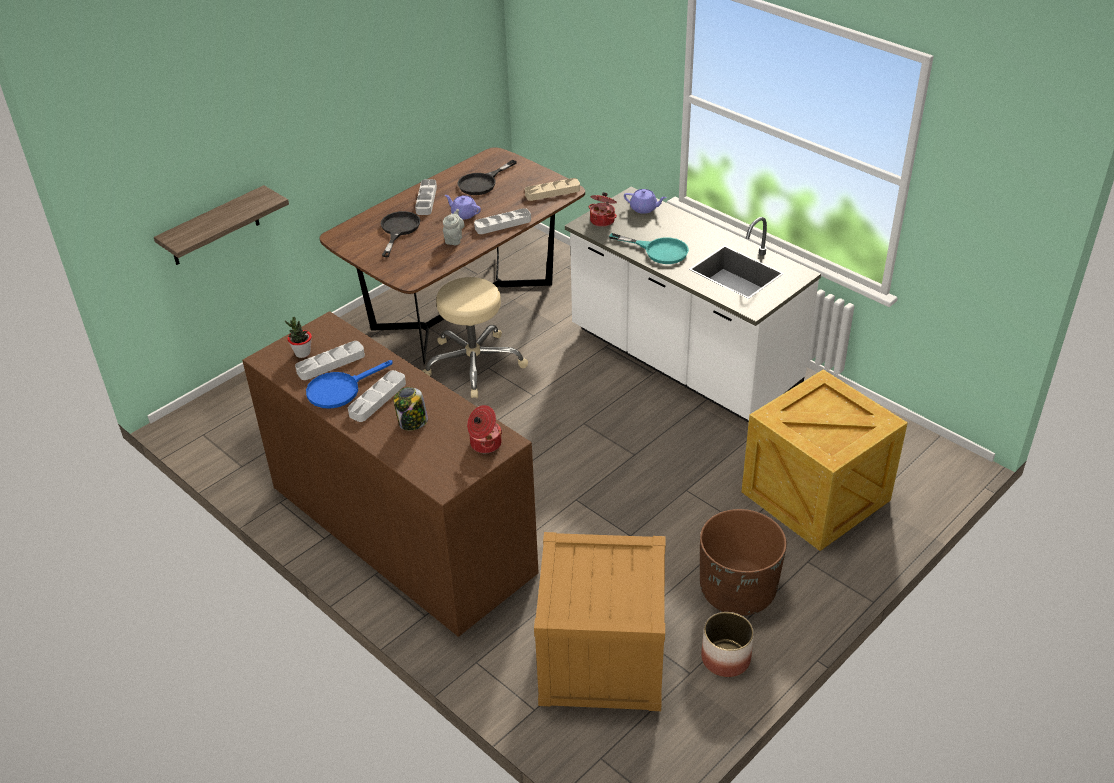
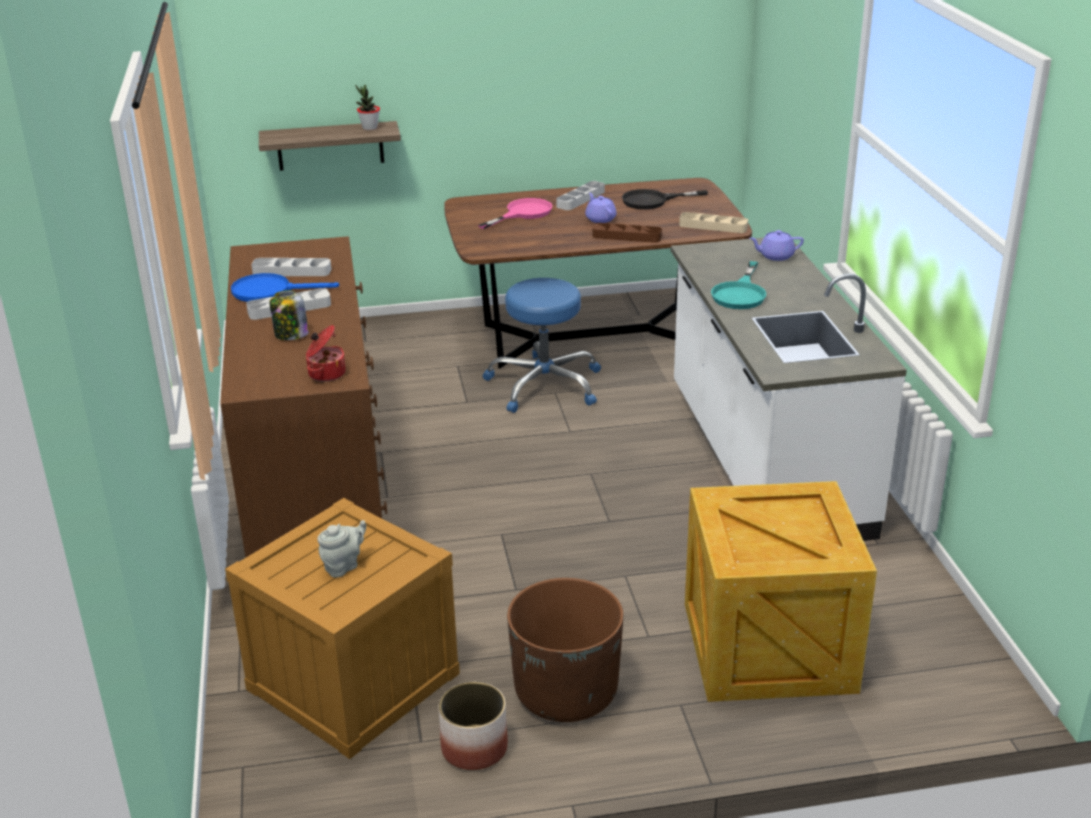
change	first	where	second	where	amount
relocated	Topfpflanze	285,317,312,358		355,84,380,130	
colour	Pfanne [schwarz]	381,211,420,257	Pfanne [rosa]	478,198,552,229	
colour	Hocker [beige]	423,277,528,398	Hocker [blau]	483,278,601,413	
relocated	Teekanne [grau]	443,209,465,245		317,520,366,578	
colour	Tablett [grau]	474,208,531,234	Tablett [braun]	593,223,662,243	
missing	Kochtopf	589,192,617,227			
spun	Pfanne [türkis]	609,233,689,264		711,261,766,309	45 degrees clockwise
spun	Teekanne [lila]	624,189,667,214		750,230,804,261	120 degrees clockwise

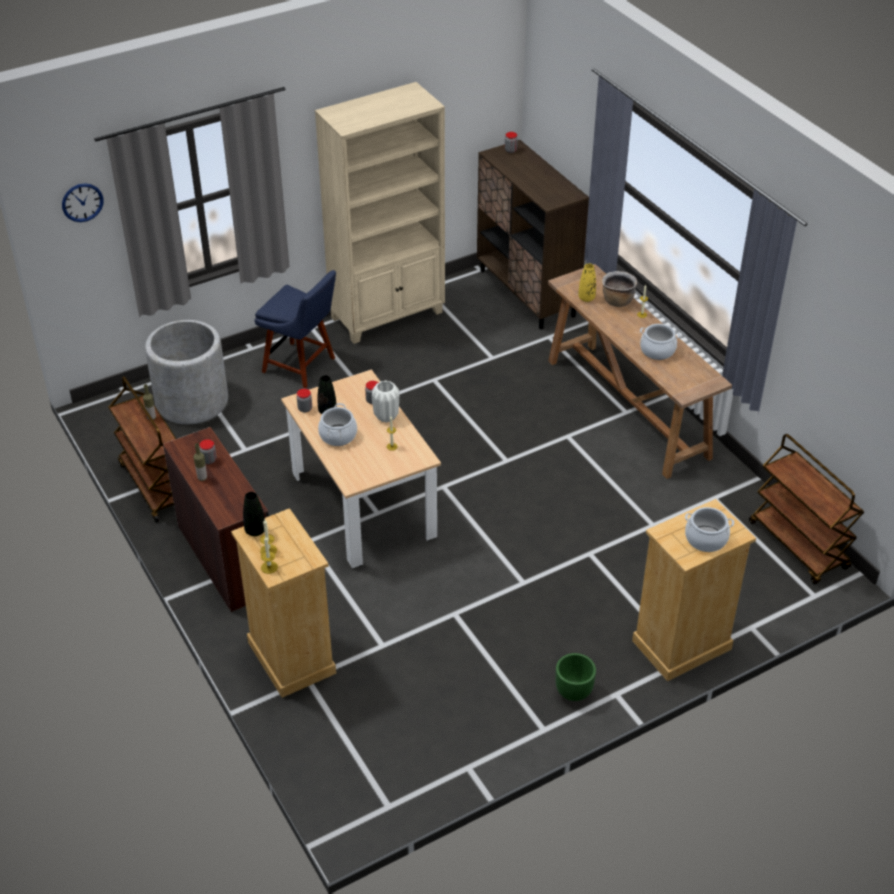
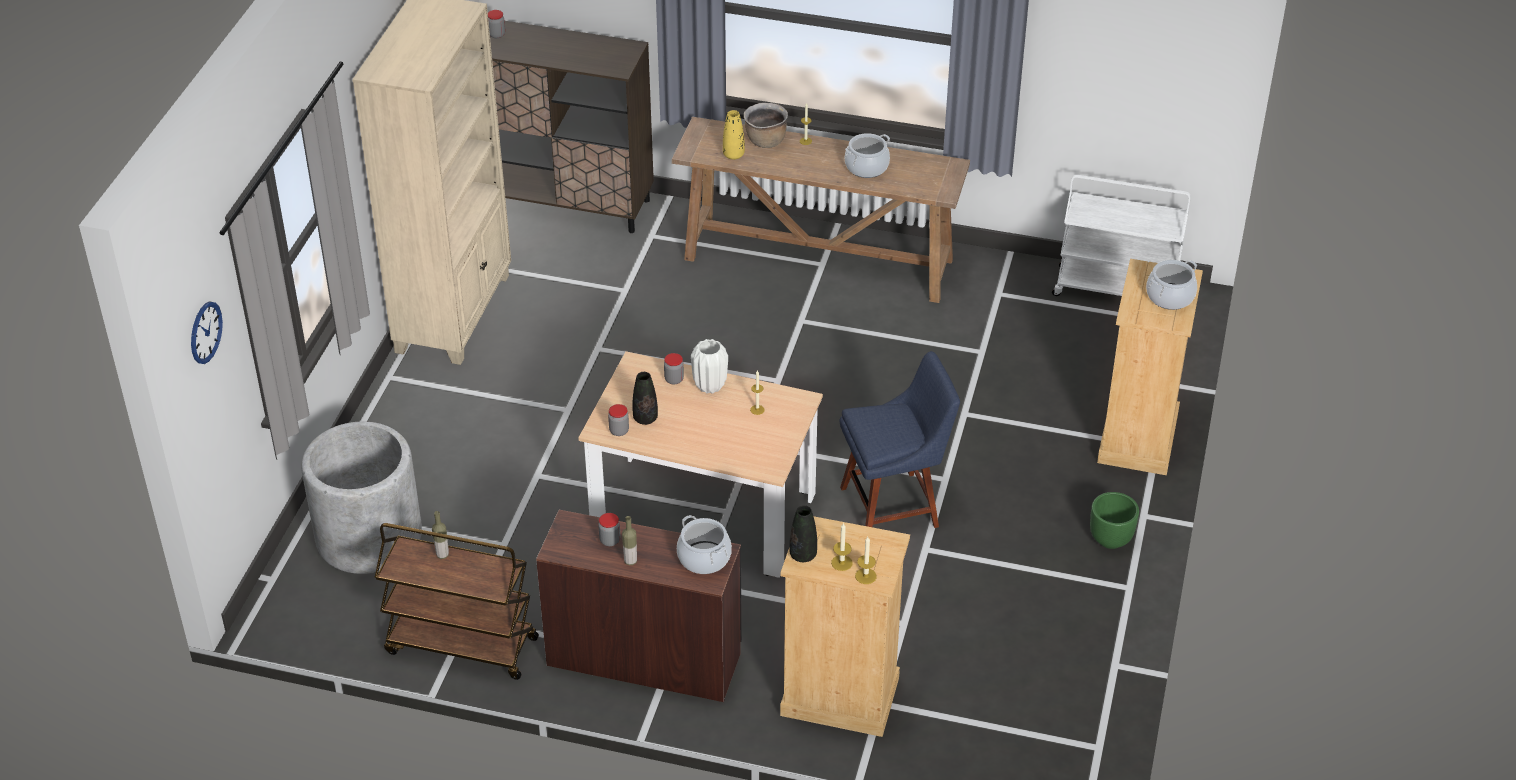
change	first	where	second	where	amount
relocated	Stuhl [blau]	255,270,336,388		840,351,960,528	
relocated	Kochtopf	318,403,357,446		677,515,732,574	
colour	Rollwagen [braun]	749,434,864,584	Rollwagen [weiß]	1052,175,1191,296	

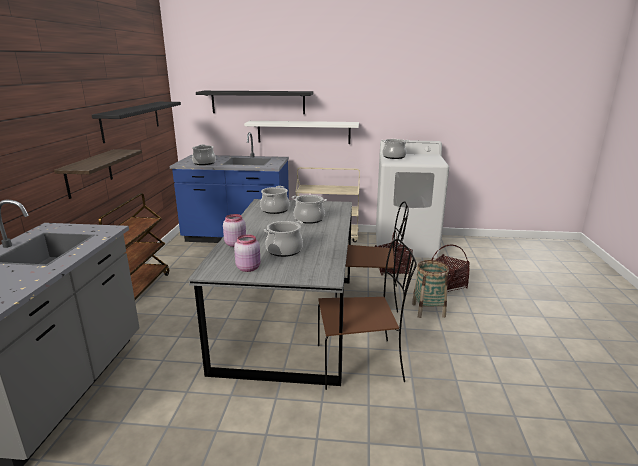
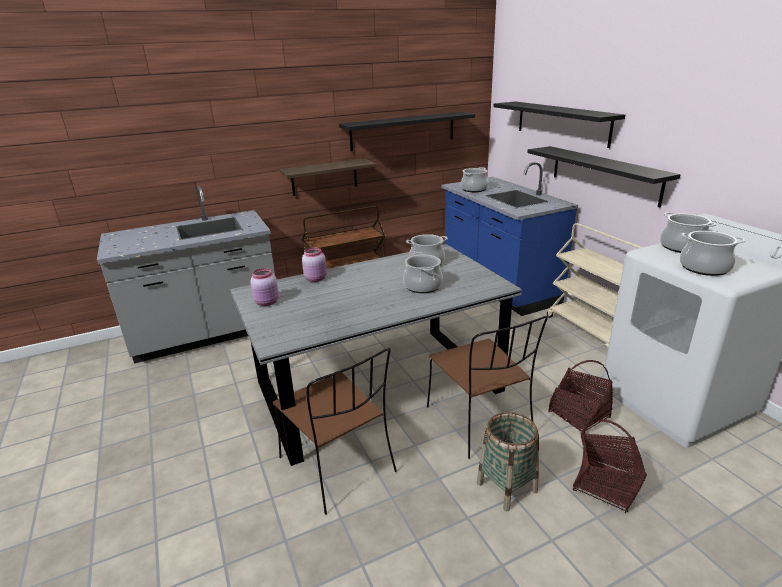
change	first	where	second	where	amount
colour	Wandregal [weiß]	244,121,359,144	Wandregal [schwarz]	527,146,680,207	
relocated	Kochtopf	264,221,303,257		680,231,746,276	

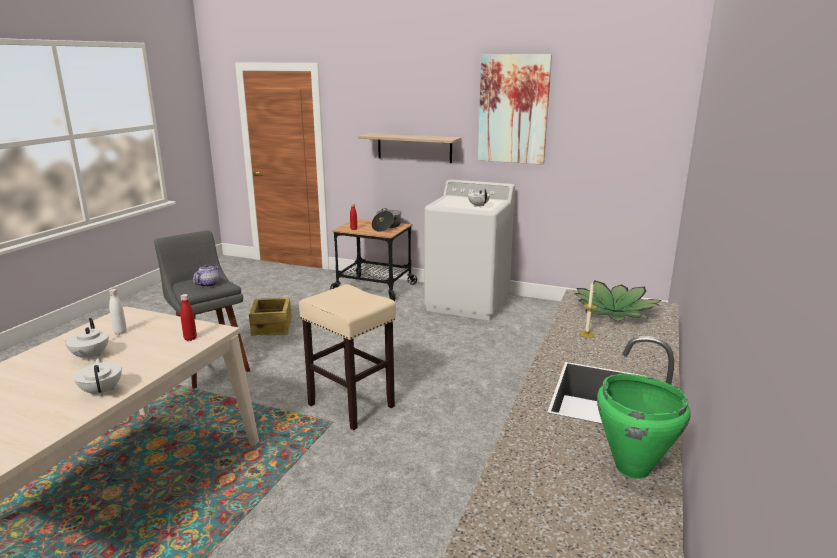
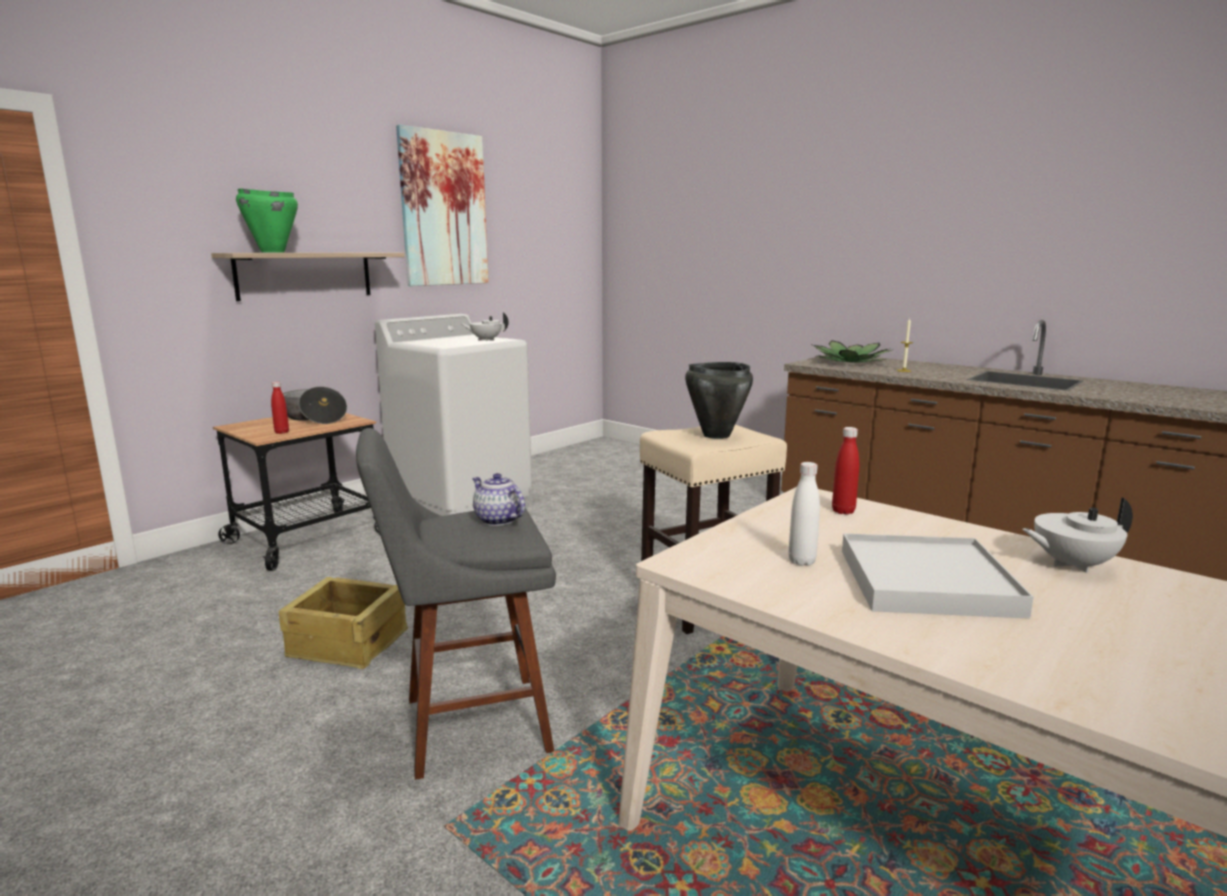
change	first	where	second	where	amount
exchanged	Teekanne [weiß]	65,318,109,361	Tablett [weiß]	842,534,1034,619	
relocated	Kochtopf [grün]	597,374,691,479		236,188,298,252	
appeared			Kochtopf [schwarz]	685,362,753,439	

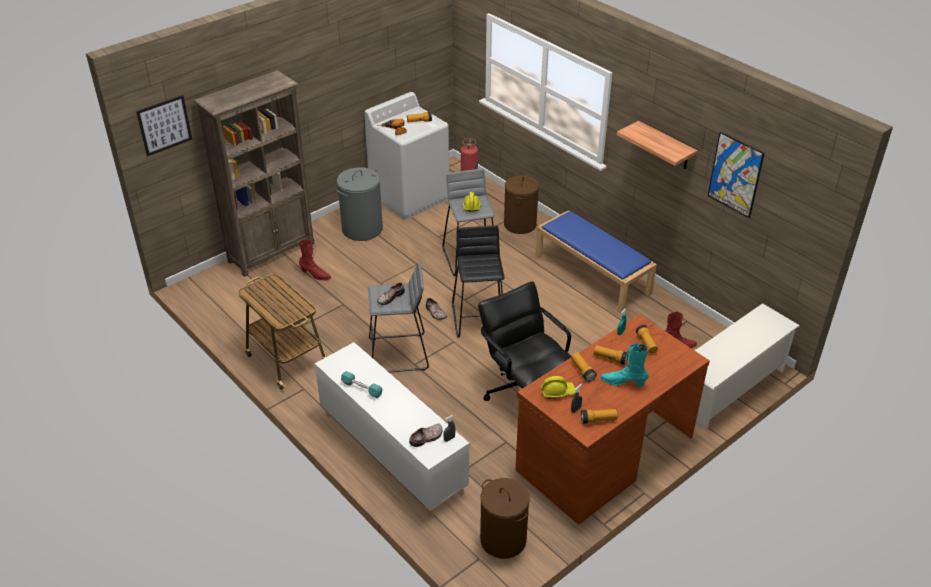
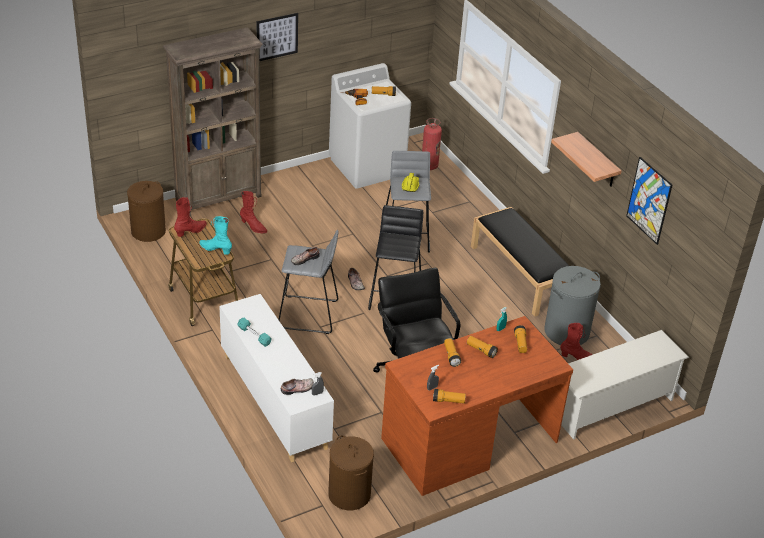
change	first	where	second	where	amount
relocated	Bild	136,95,192,157		257,13,298,61	
relocated	Wäschekorb [grau]	336,167,383,241		544,266,601,345	
relocated	Wäschekorb [braun]	504,175,539,234		127,181,166,242	
colour	Bank [blau]	535,210,657,314	Bank [schwarz]	471,207,569,317	
missing	Schutzhelm [gelb]	541,376,576,399			
relocated	Stiefel [türkis]	600,343,648,387		199,216,232,255	
appeared			Stiefel [rot]	174,197,207,237	

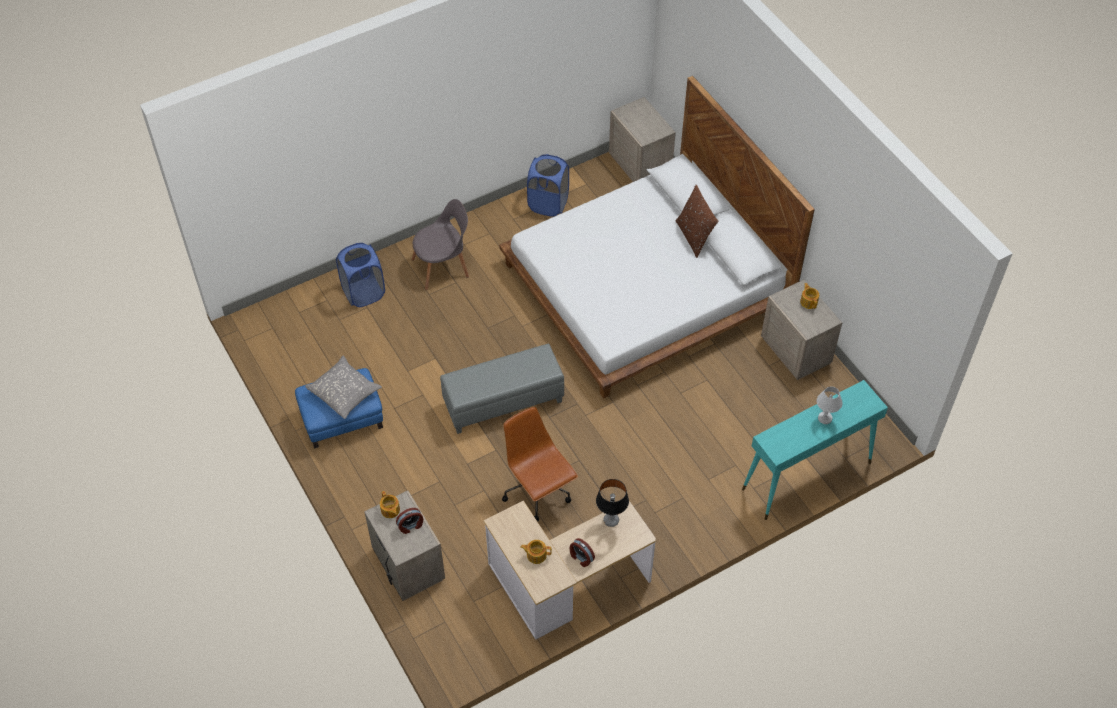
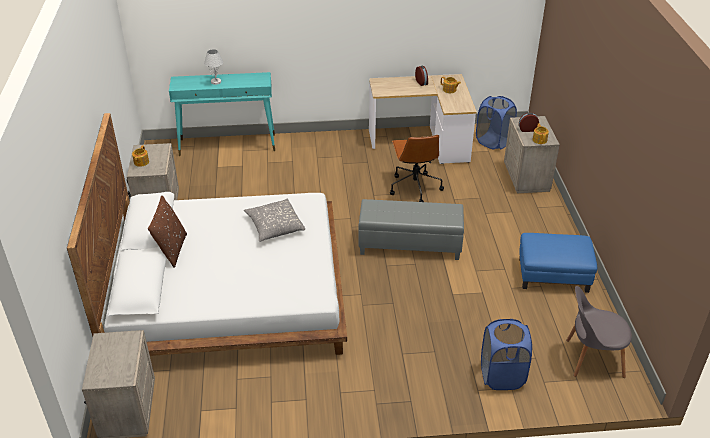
change	first	where	second	where	amount
relocated	Kissen [grau]	305,356,382,419		244,199,305,242	
relocated	Stuhl [grau]	412,199,469,290		566,286,632,378	
relocated	Wäschekorb [blau]	527,154,569,217		476,96,517,149	
missing	Tischlampe	596,479,629,527			

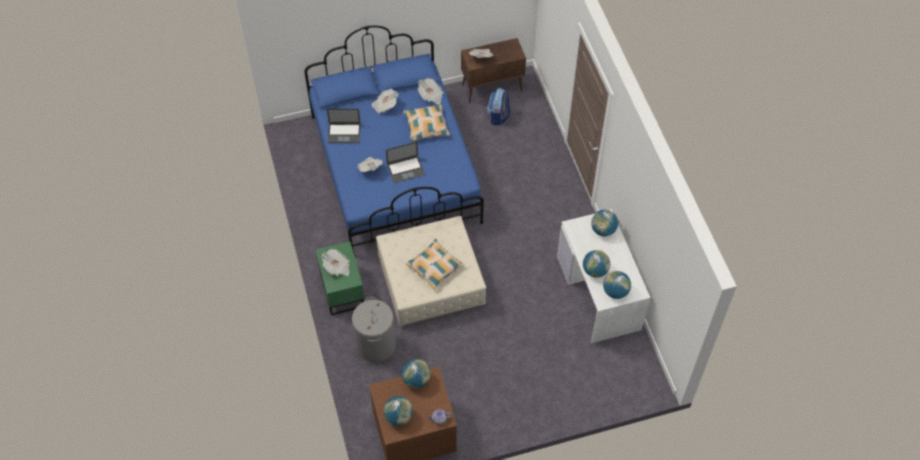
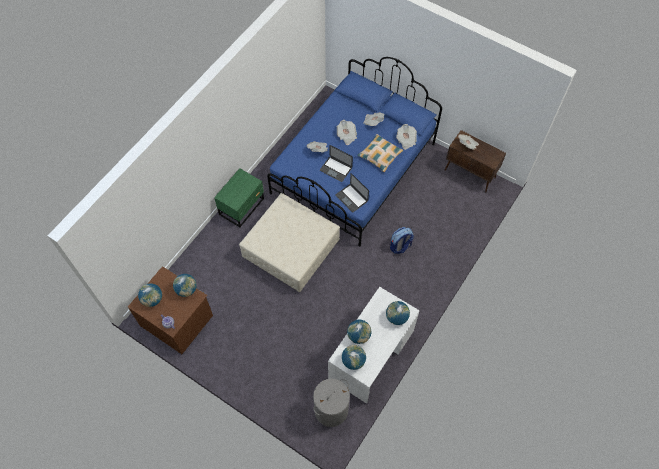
change	first	where	second	where	amount
relocated	Zeitung	322,249,350,276		337,120,357,145	
relocated	Laptop	327,109,361,143		335,173,369,212	
relocated	Wäschekorb [grau]	352,297,396,362		313,379,350,427	
missing	Kissen	405,239,465,290			
relocated	Rucksack	487,88,510,125		390,227,414,254	

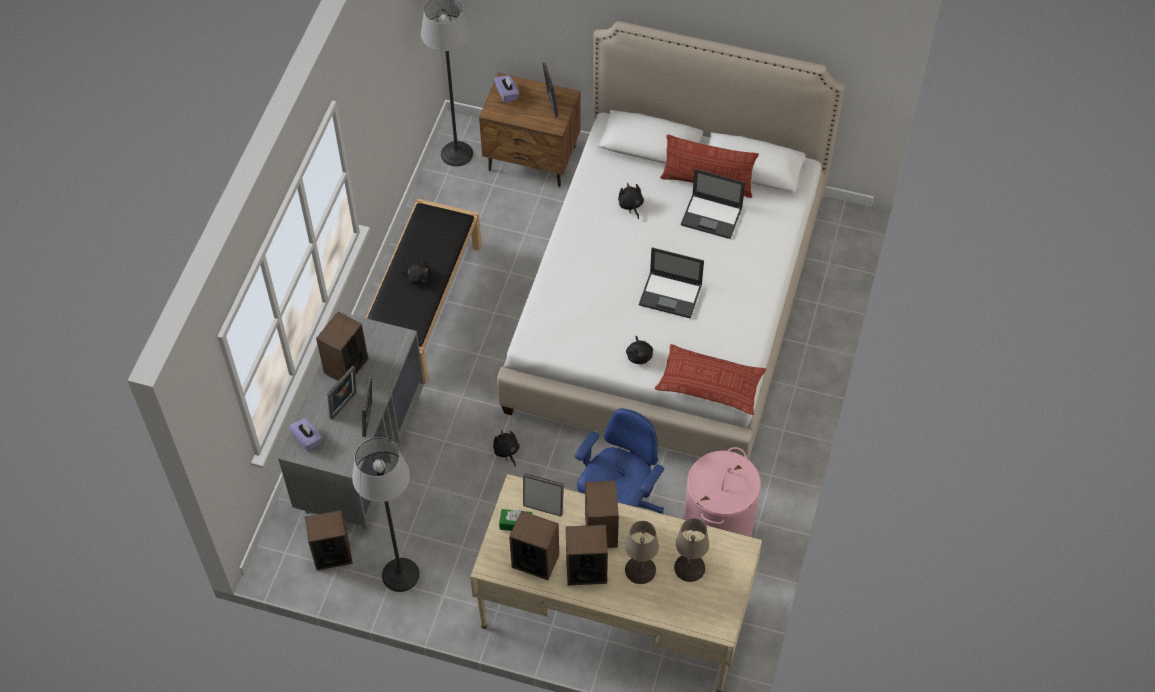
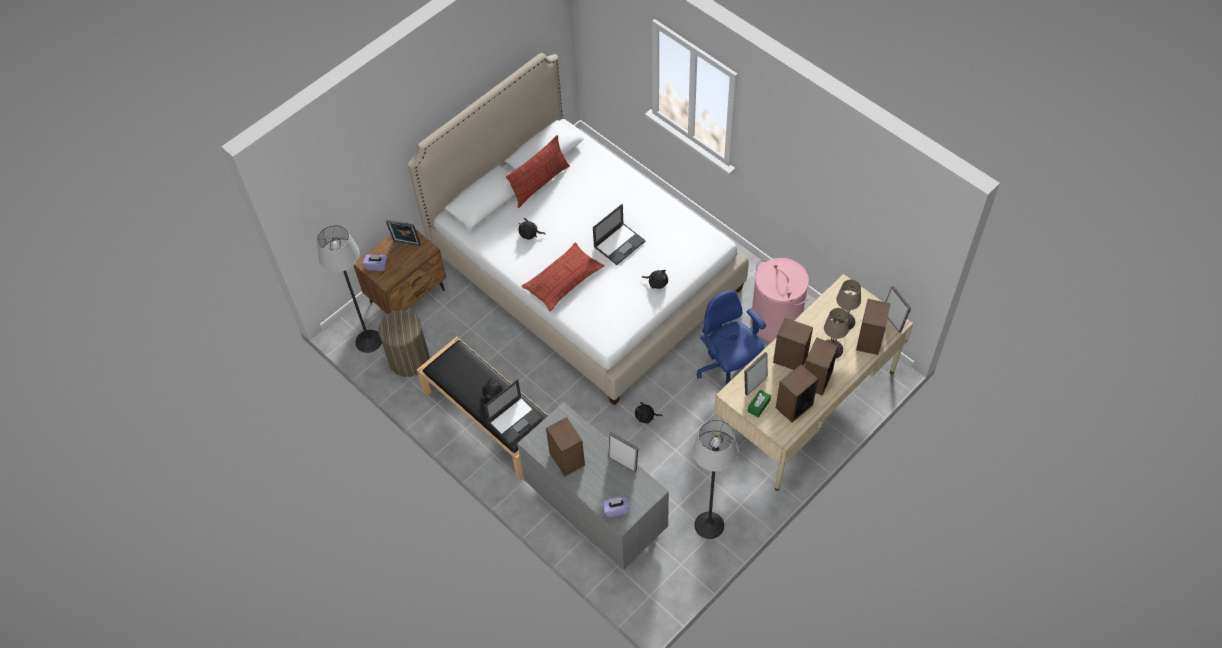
change	first	where	second	where	amount
relocated	Lautsprecher	305,510,353,570		856,299,891,355	
relocated	Bilderrahmen	327,366,357,420		886,286,911,333	
relocated	Kissen	655,344,766,415		522,242,605,311	
relocated	Laptop	681,169,745,239		484,379,543,444	
appeared			Wäschekorb	378,307,430,377	

